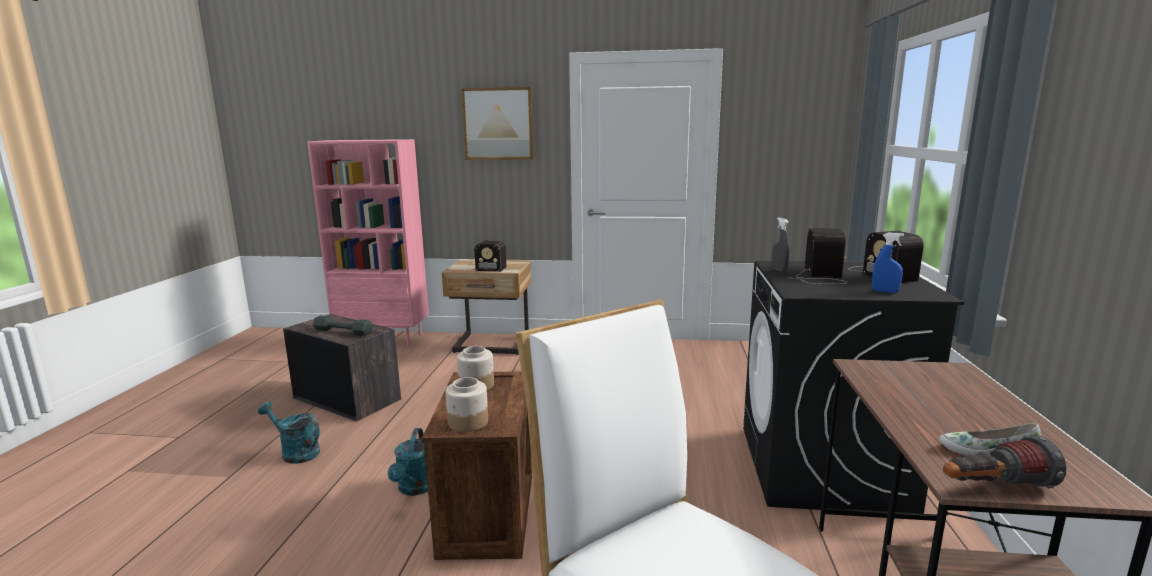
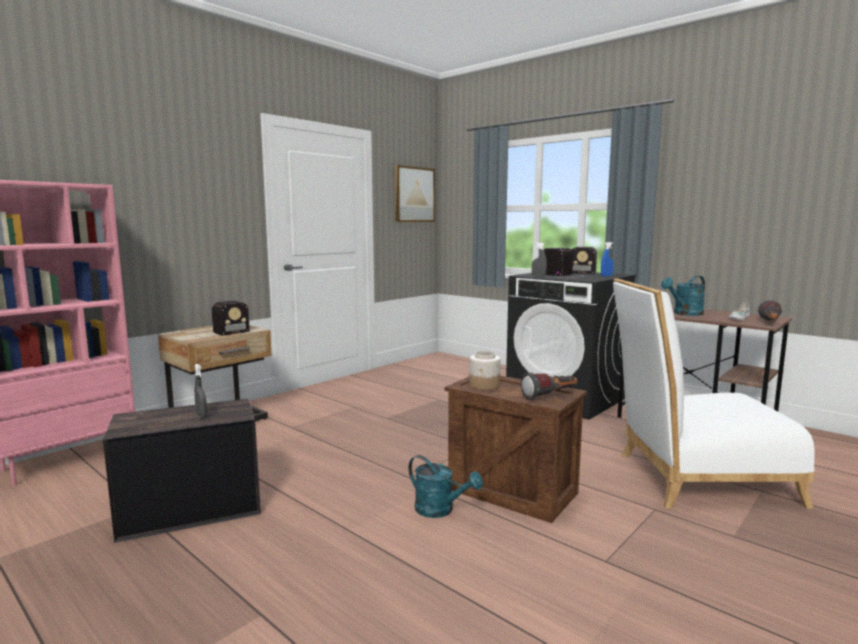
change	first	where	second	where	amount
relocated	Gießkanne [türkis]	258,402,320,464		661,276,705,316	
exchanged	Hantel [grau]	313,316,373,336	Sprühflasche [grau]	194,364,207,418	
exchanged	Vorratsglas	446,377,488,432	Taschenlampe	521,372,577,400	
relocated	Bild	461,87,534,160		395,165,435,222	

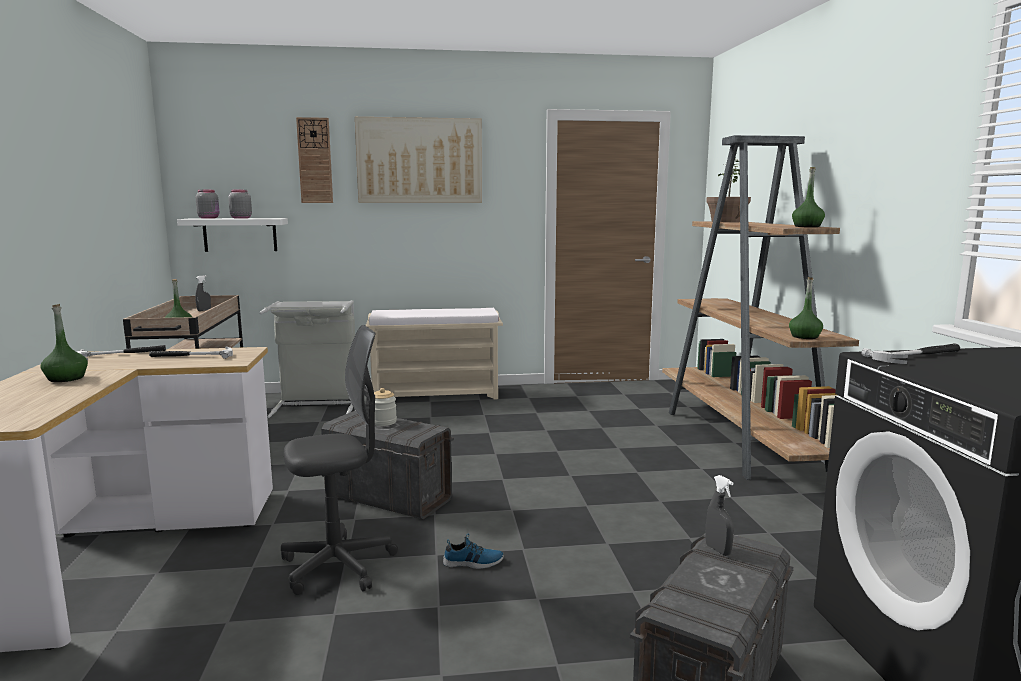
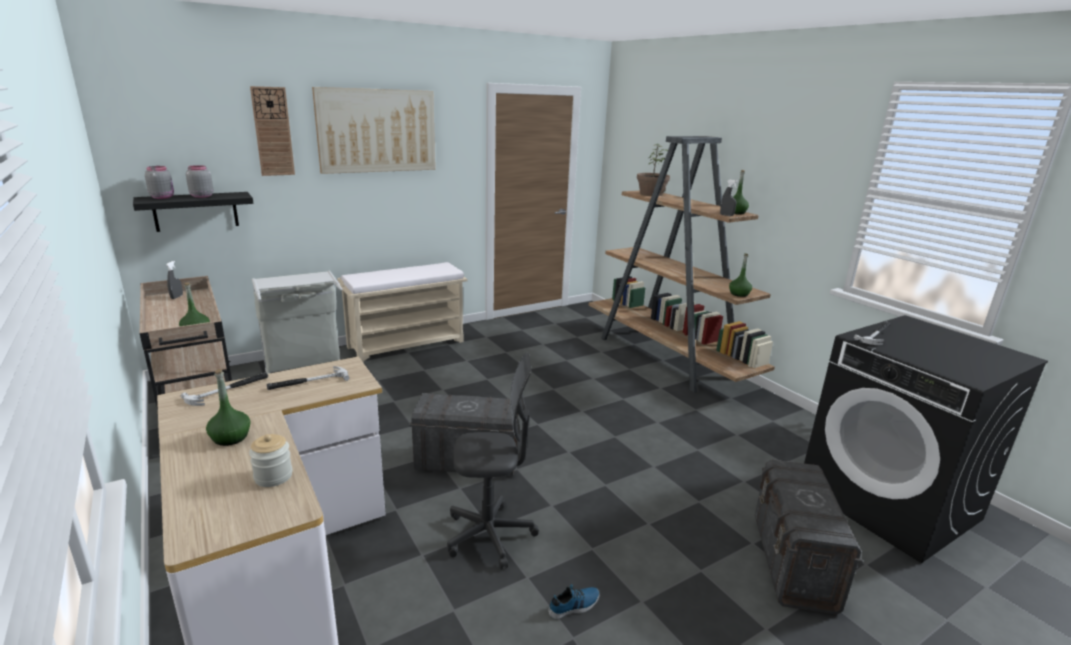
change	first	where	second	where	amount
colour	Wandregal [weiß]	177,218,288,252	Wandregal [schwarz]	133,192,254,232	
spun	Bürostuhl [grau]	281,325,398,595		447,353,539,569	45 degrees clockwise
relocated	Vorratsglas	374,388,397,426		249,434,292,487	
relocated	Schuh	443,534,504,569		548,584,599,619	
relocated	Sprühflasche [grau]	705,475,734,556		720,180,738,216	

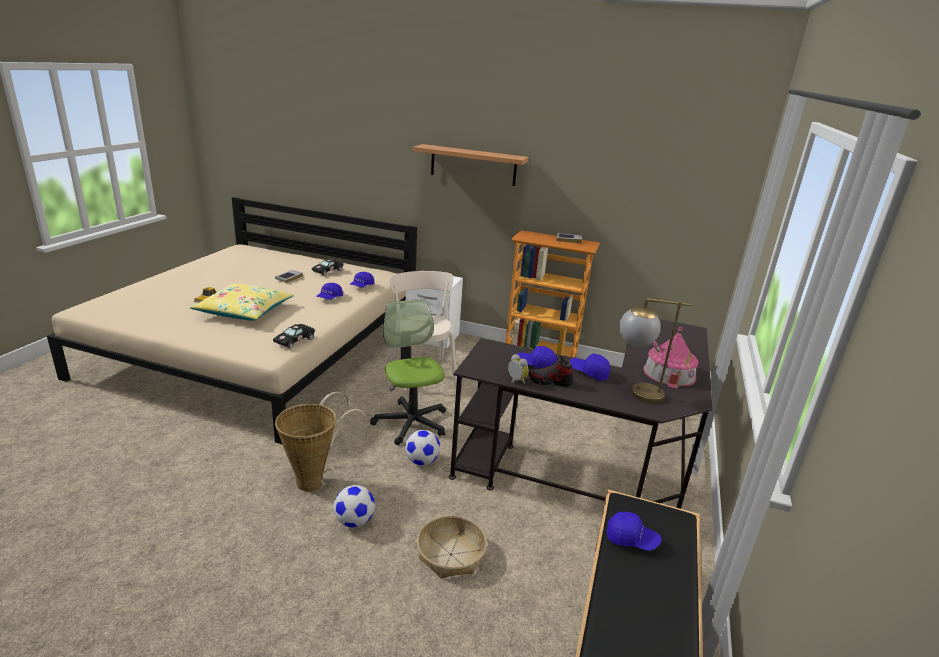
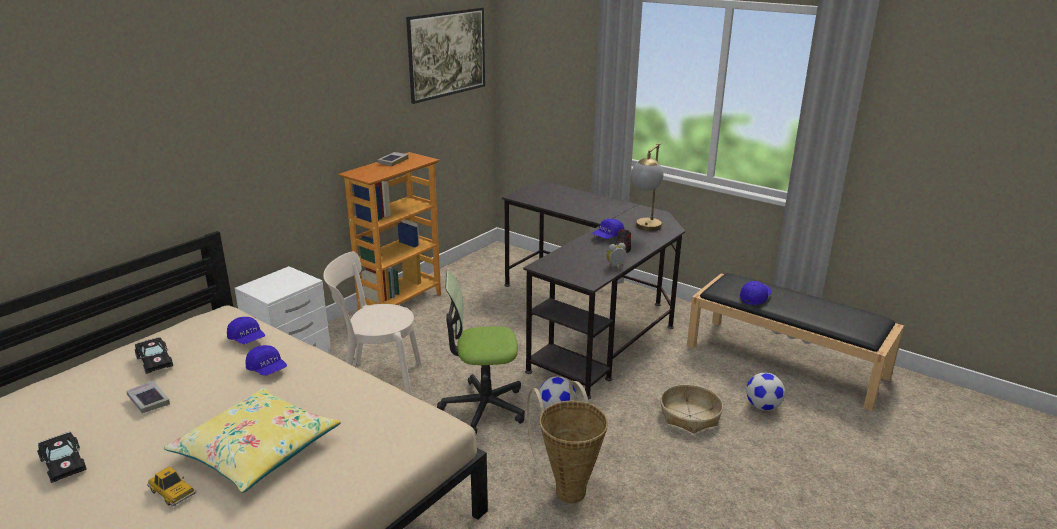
change	first	where	second	where	amount
relocated	Spielzeugauto [schwarz]	273,324,315,349		37,432,87,483	
relocated	Fußball	333,485,375,528		746,373,785,410	
missing	Wandregal	413,144,529,186			
missing	Kappe [blau]	517,346,557,369			
missing	Spielzeughaus	643,327,699,389			
appeared			Bild	406,7,485,104	

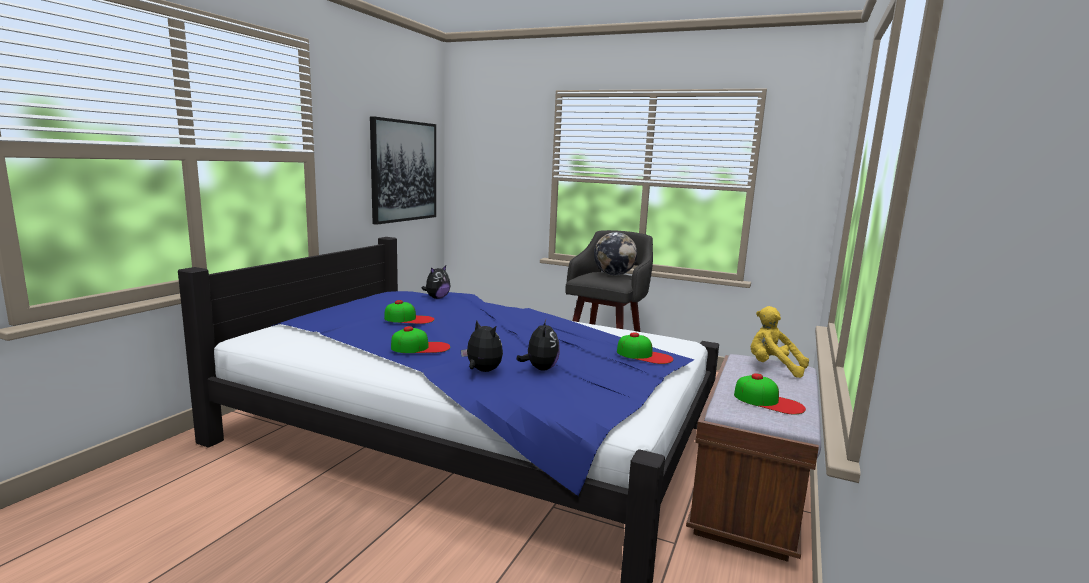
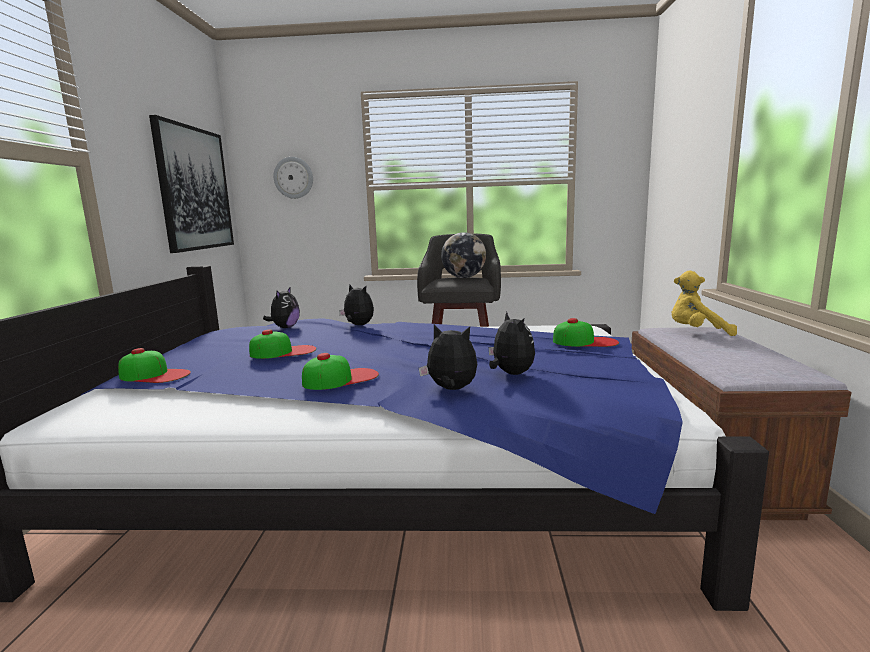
change	first	where	second	where	amount
relocated	Kappe	734,373,806,414		118,348,191,383	
appeared			Wanduhr	274,157,313,199	
appeared			Plüschtier	339,285,374,325	

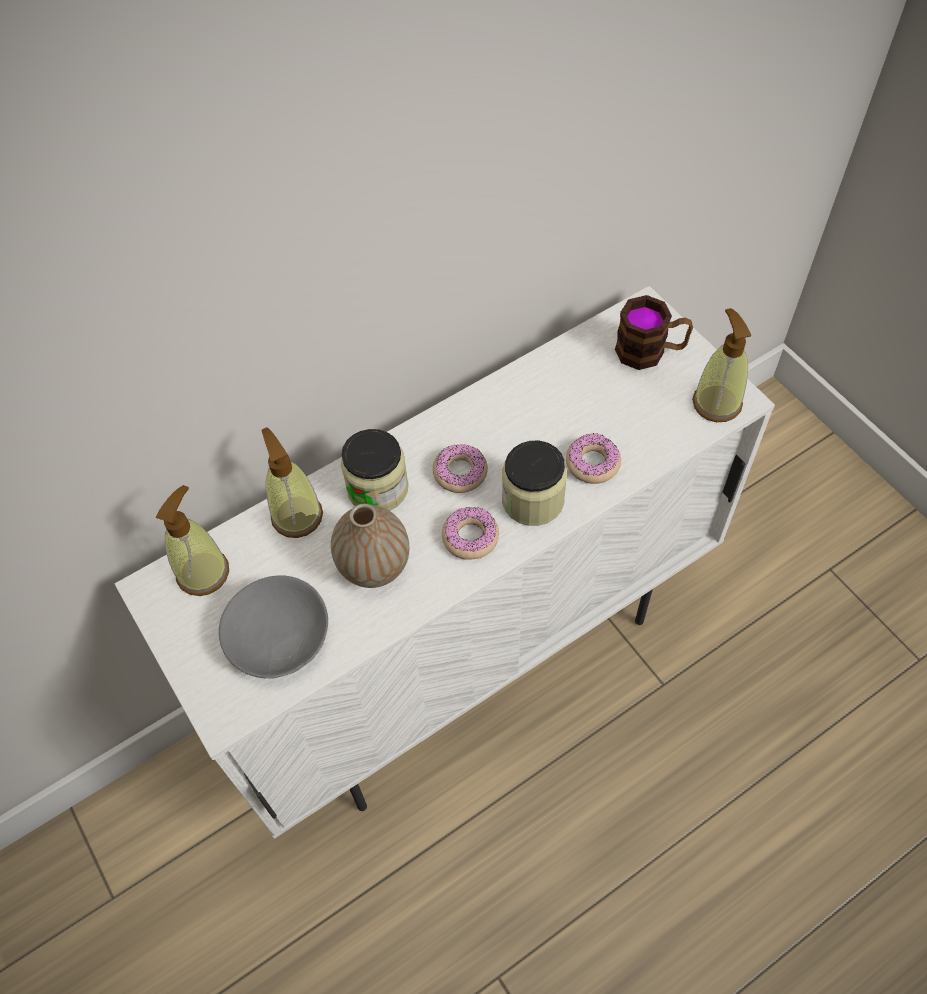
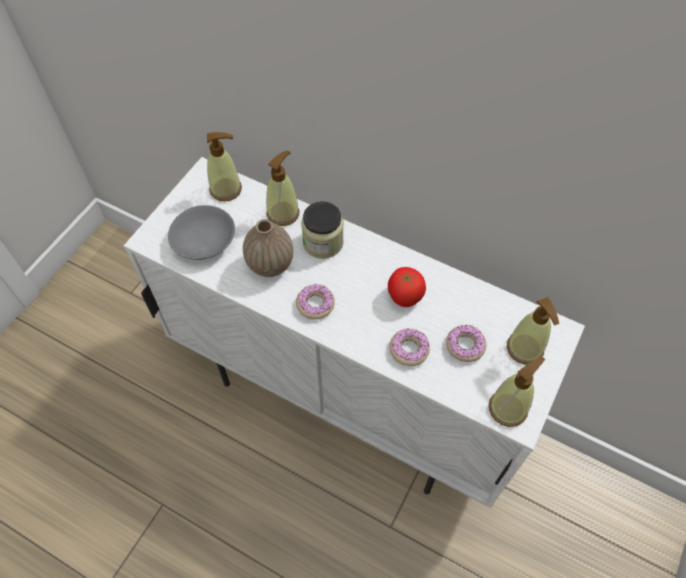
change	first	where	second	where	amount
relocated	Donut	433,444,488,493		446,325,487,362	
missing	Vorratsglas	502,441,567,526			
exchanged	Henkelbecher	615,295,693,370	Seifenspender	507,297,559,365	
appeared			Tomate	388,267,426,307	

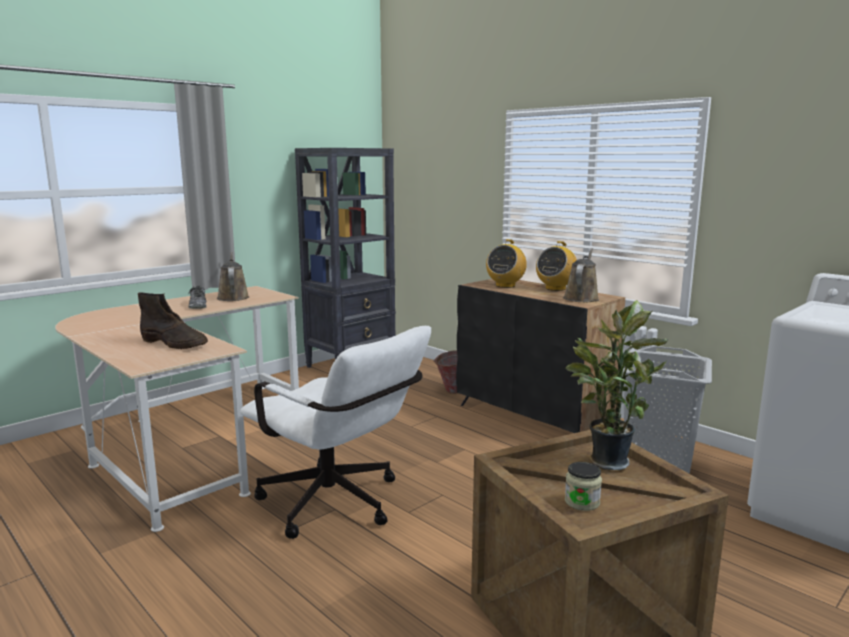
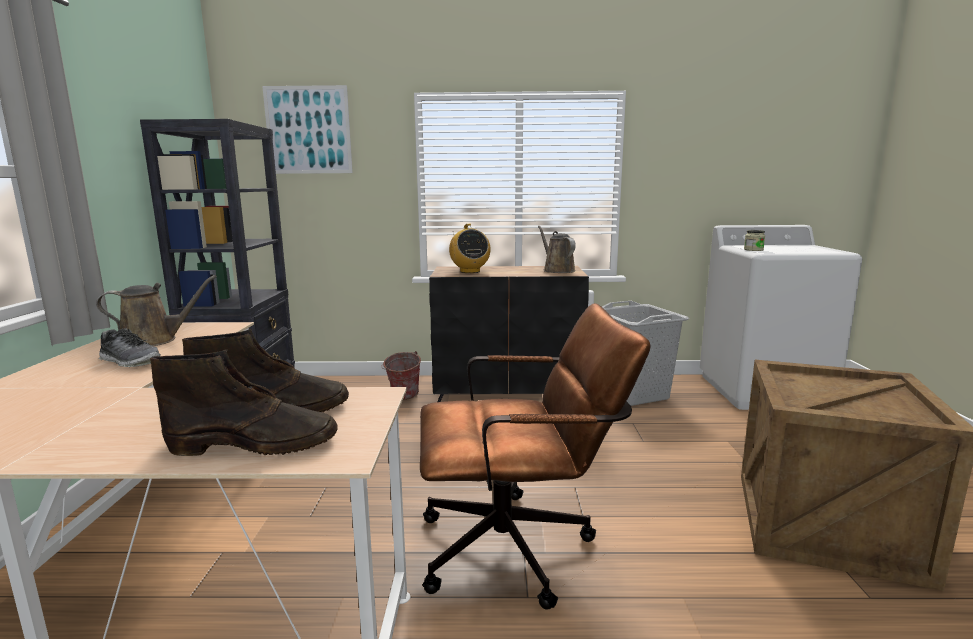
change	first	where	second	where	amount
spun	Gießkanne [braun]	217,252,249,301		96,275,217,346	135 degrees clockwise
colour	Bürostuhl [weiß]	240,326,431,539	Bürostuhl [braun]	420,303,651,610	
missing	Radio	536,241,577,291			
missing	Topfpflanze	565,300,668,470			
relocated	Vorratsglas	565,462,602,511		744,230,765,251	
appeared			Stiefel [braun]	150,349,338,456	
appeared			Bild	262,85,353,174	

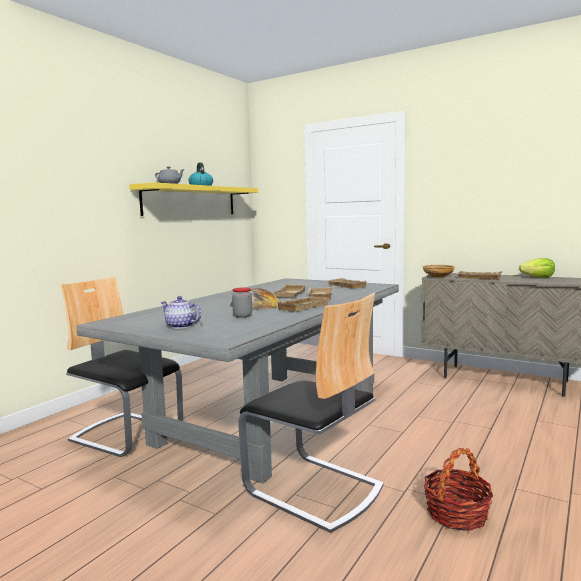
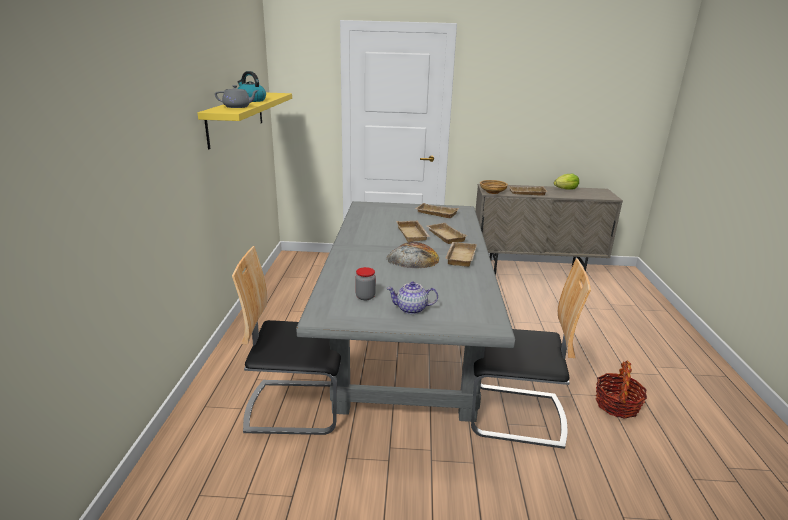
change	first	where	second	where	amount
relocated	Vorratsglas	232,287,252,318		355,267,376,300	

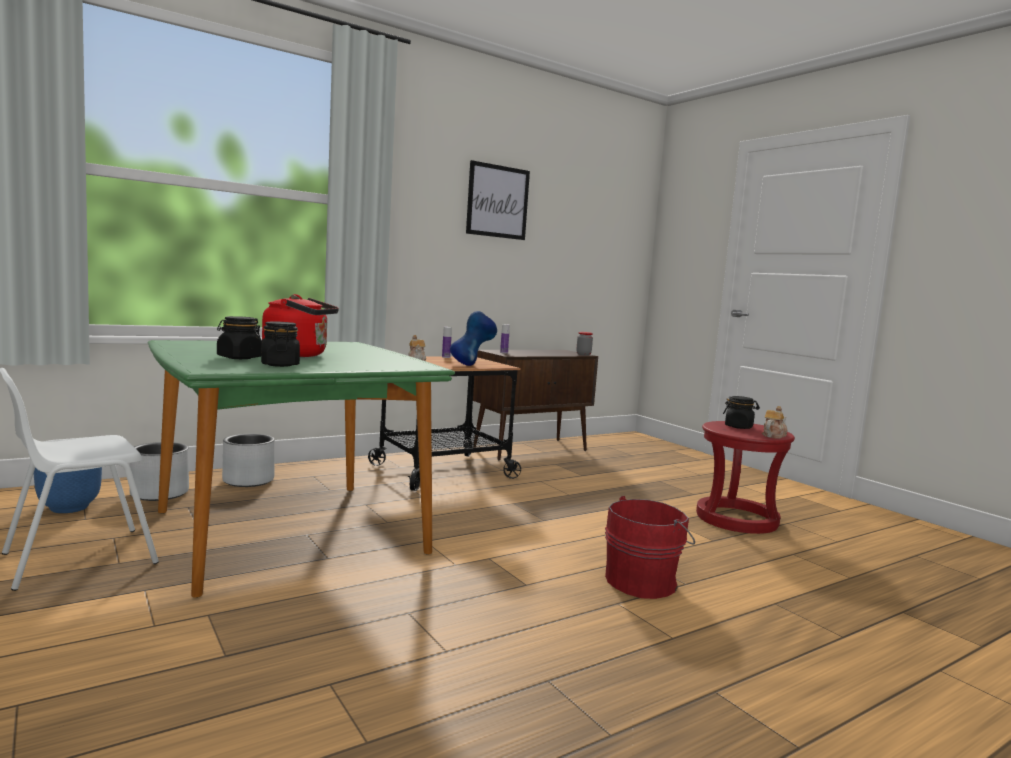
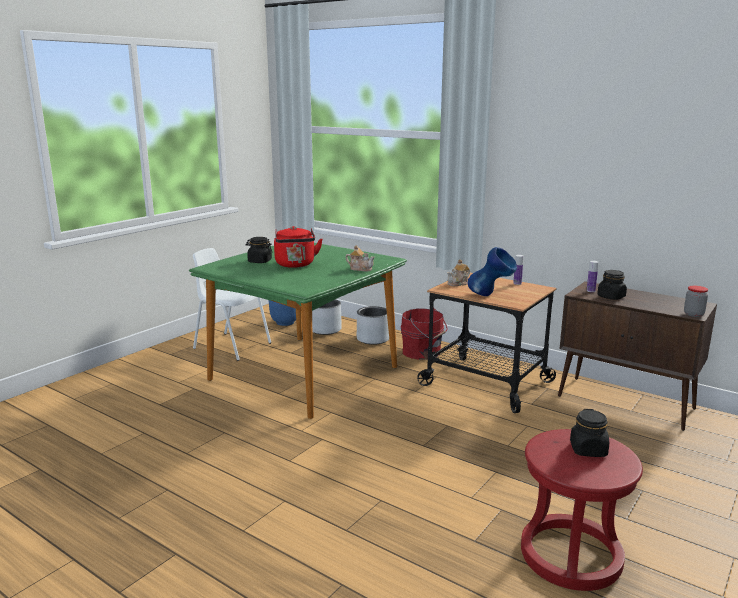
change	first	where	second	where	amount
relocated	Vorratsglas [schwarz]	261,322,300,367		597,270,627,300	
missing	Bild	466,160,530,240			
relocated	Eimer [rot]	605,496,695,599		401,308,448,360	
relocated	Teekanne	762,406,787,439		345,245,375,271	

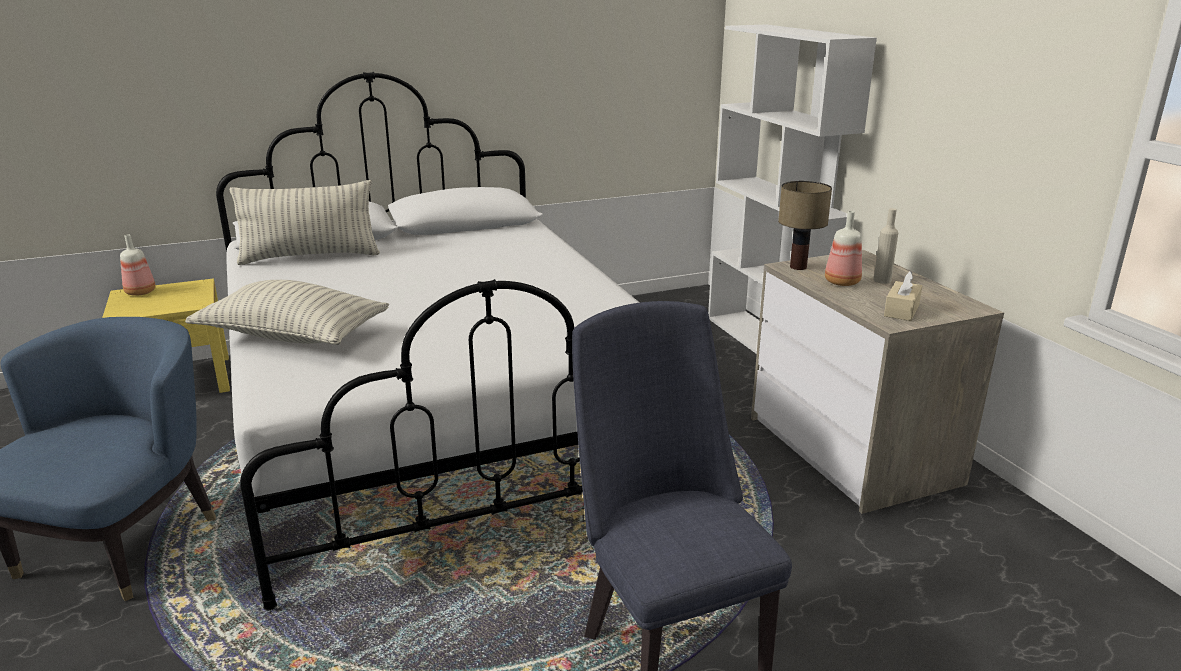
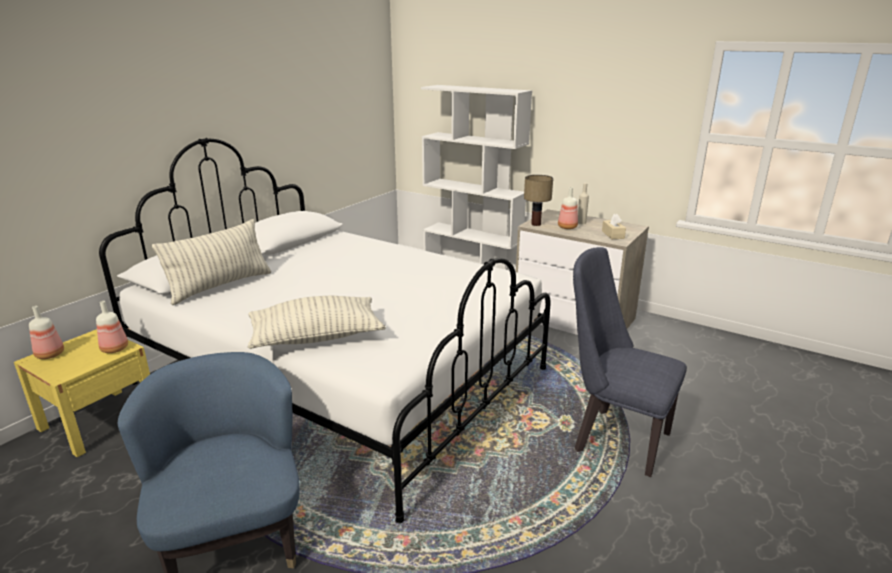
change	first	where	second	where	amount
appeared			Flasche	96,301,128,353	

